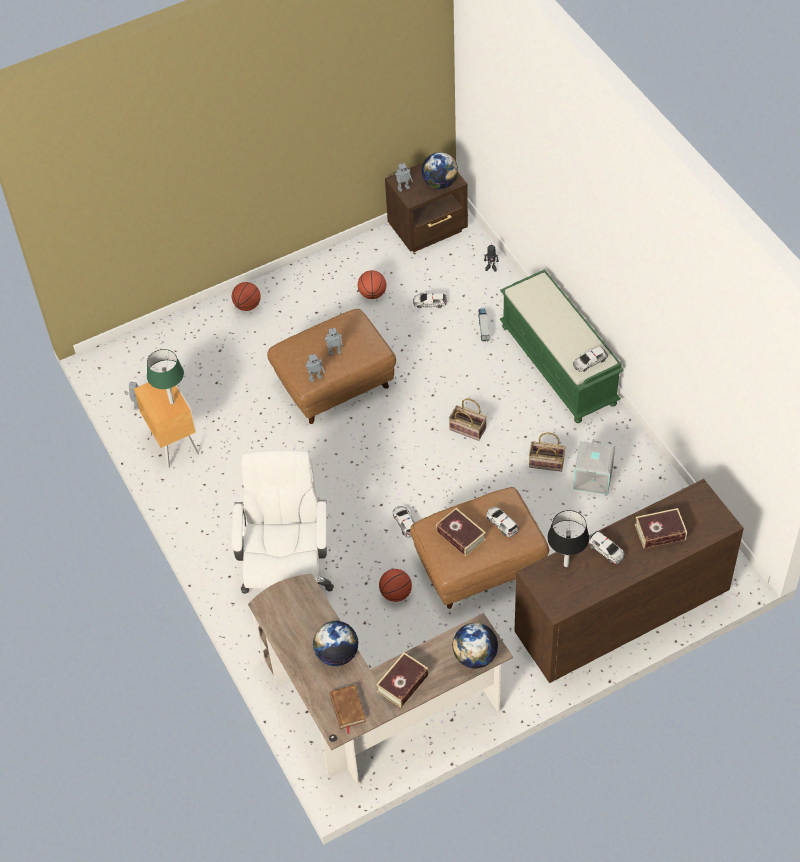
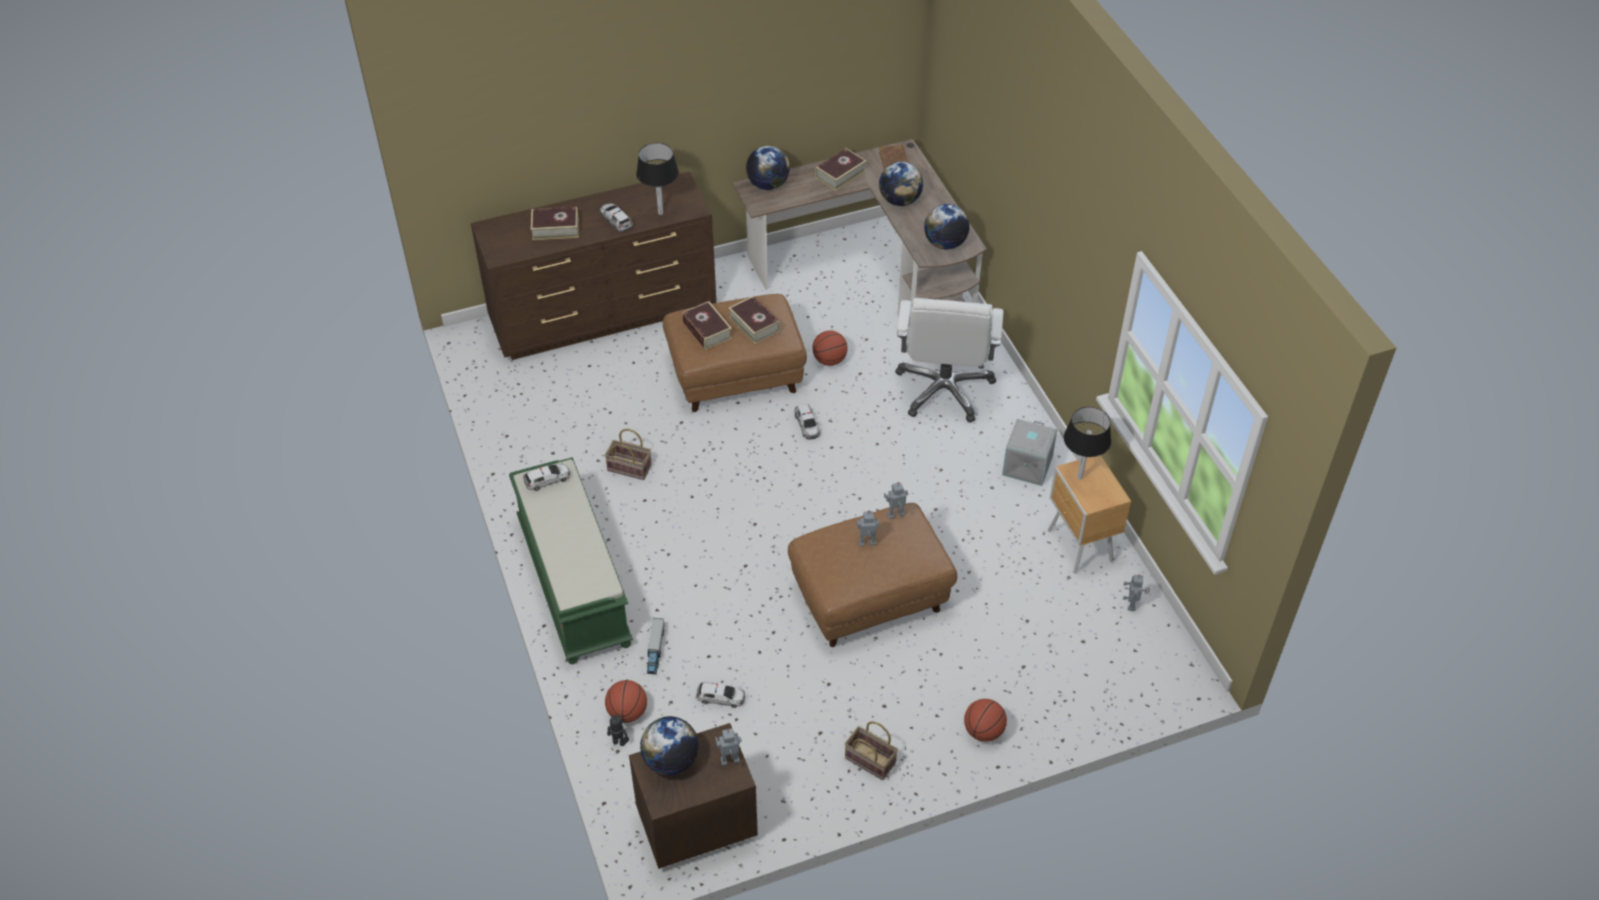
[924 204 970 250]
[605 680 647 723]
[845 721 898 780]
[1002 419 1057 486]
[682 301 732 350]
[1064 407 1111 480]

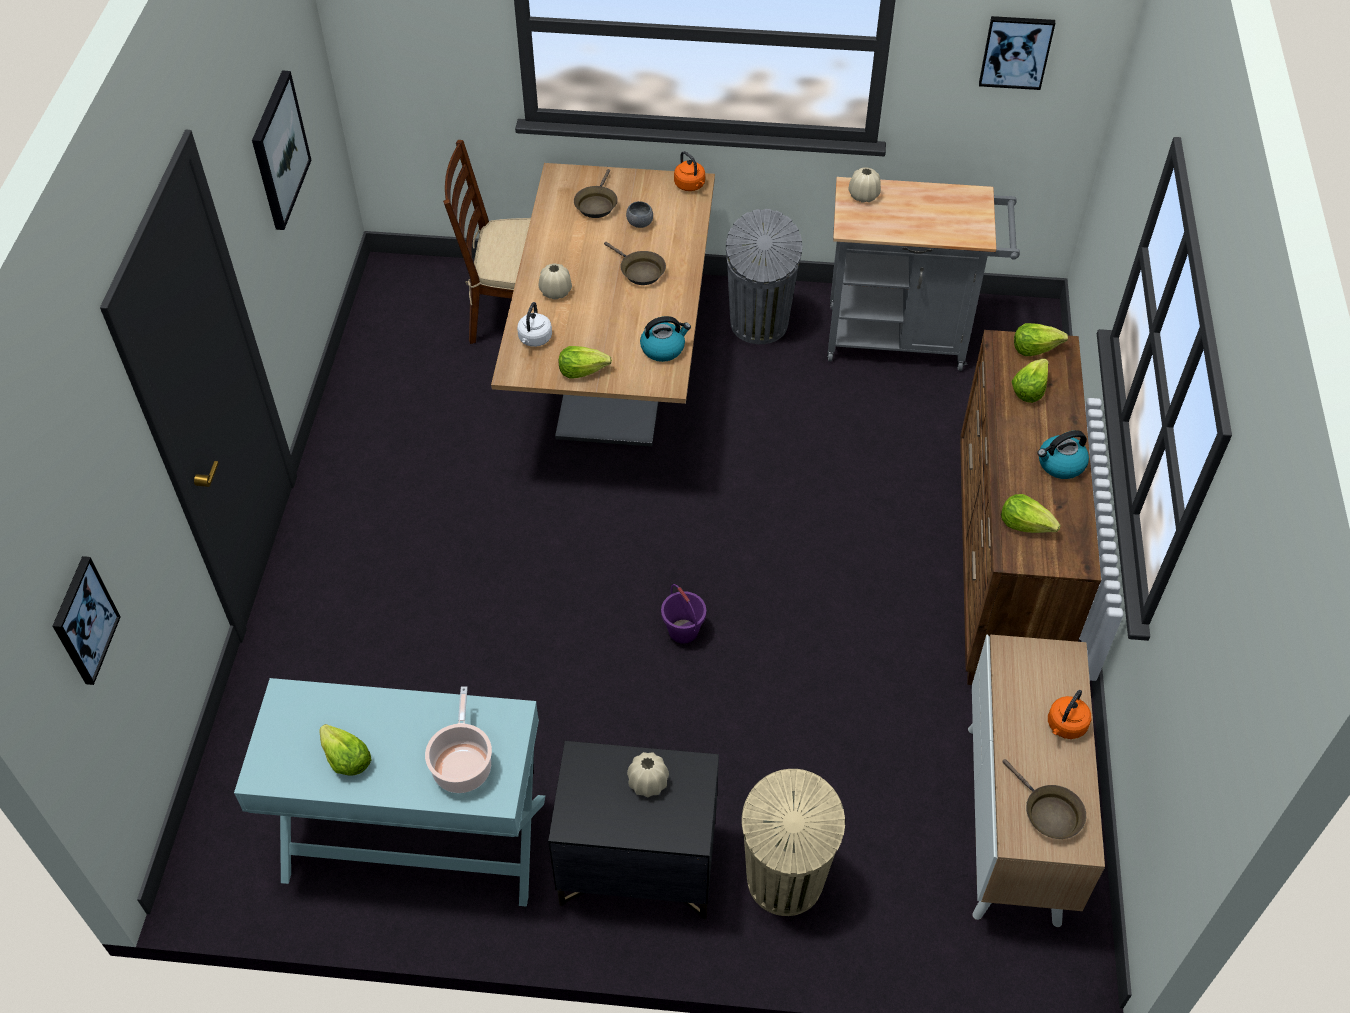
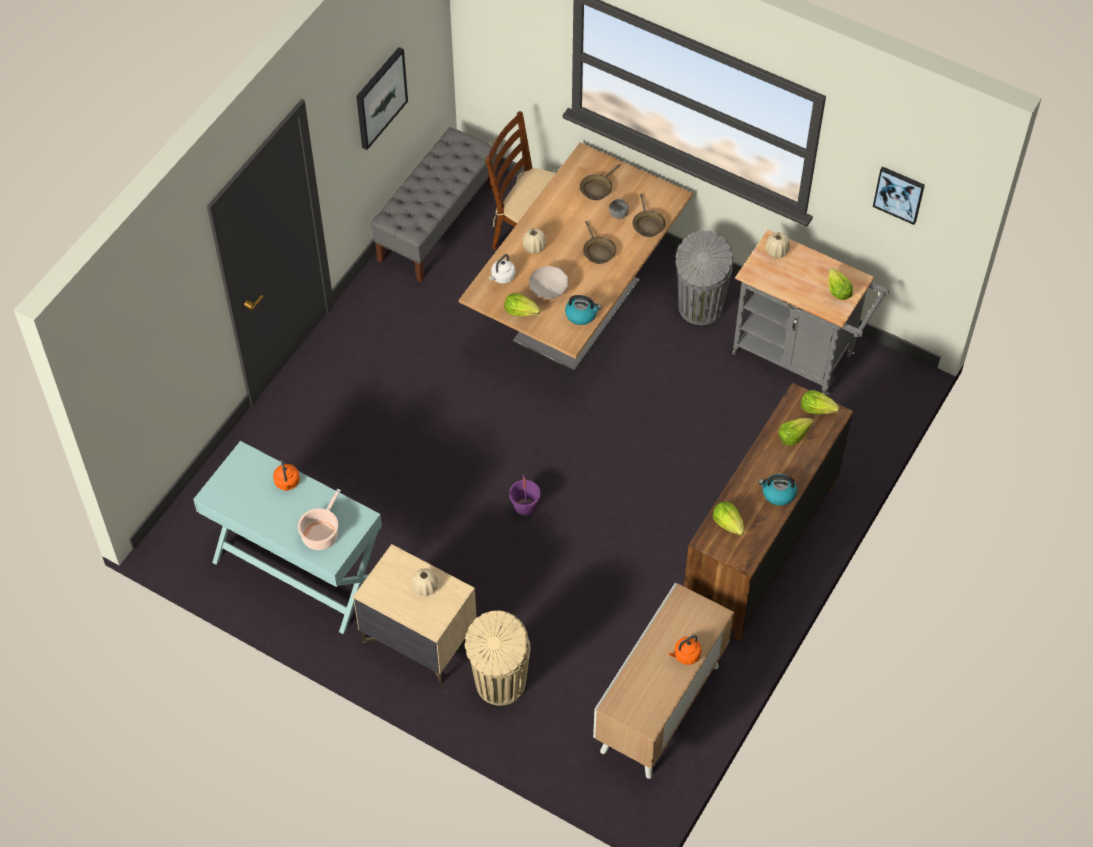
[53 556 121 685] (first image)
[370 127 497 282]
[529 266 569 299]
[828 268 853 300]
[273 459 300 491]
[633 194 665 237]
[353 544 477 685]

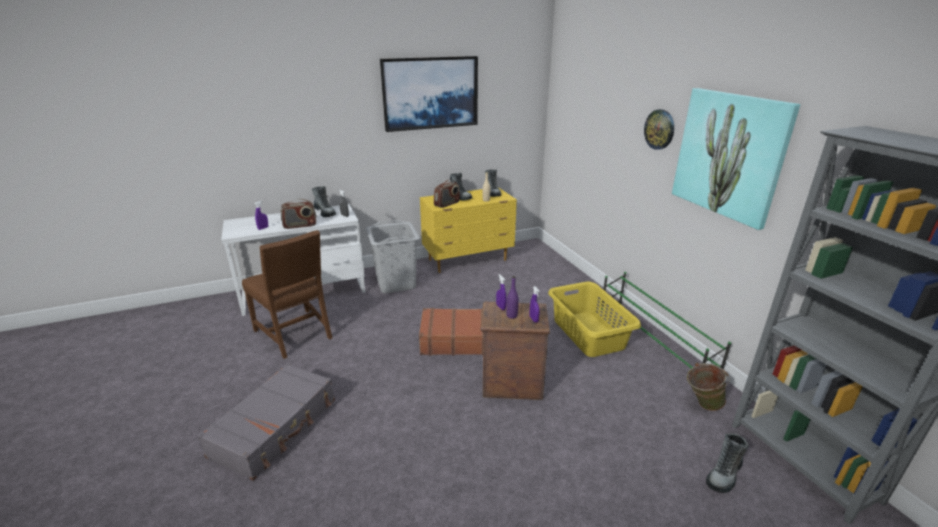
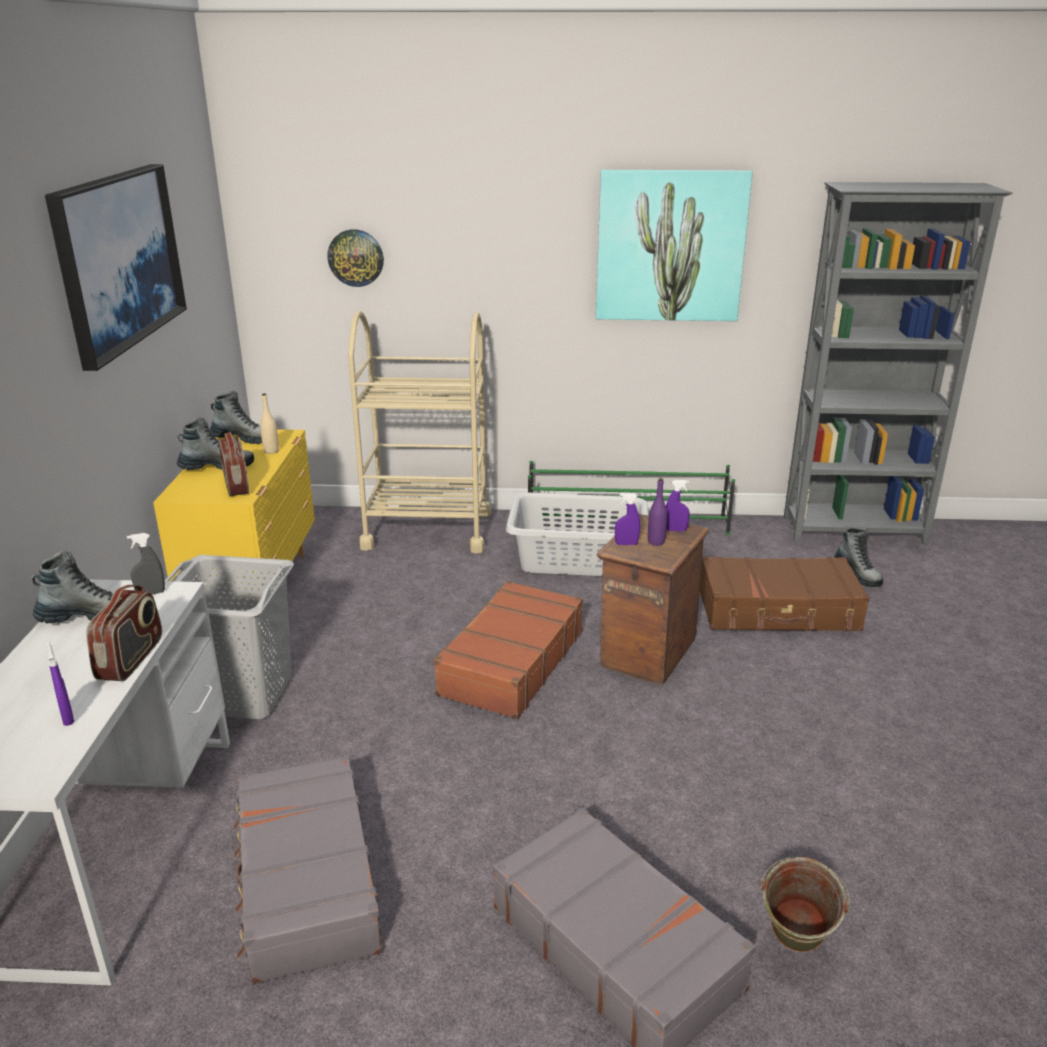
[348 311 491 554]
[700 556 869 631]
[327 229 384 287]
[761 857 850 953]
[234 755 382 984]
[506 492 648 576]

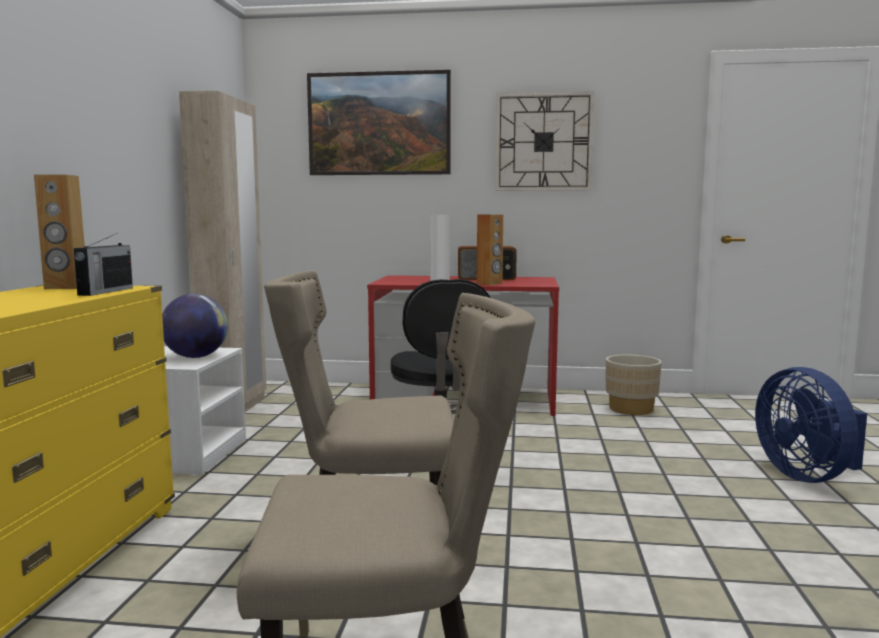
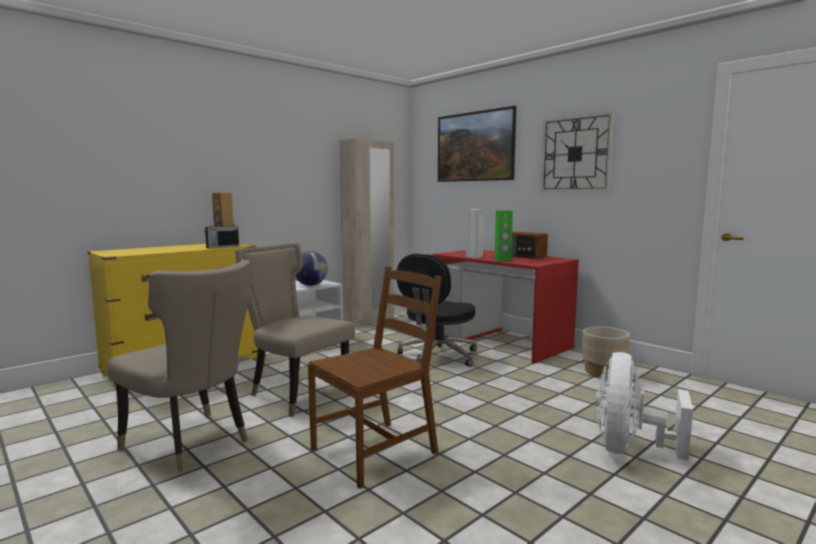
[308 267 442 489]
[495 210 513 261]
[596 352 693 461]

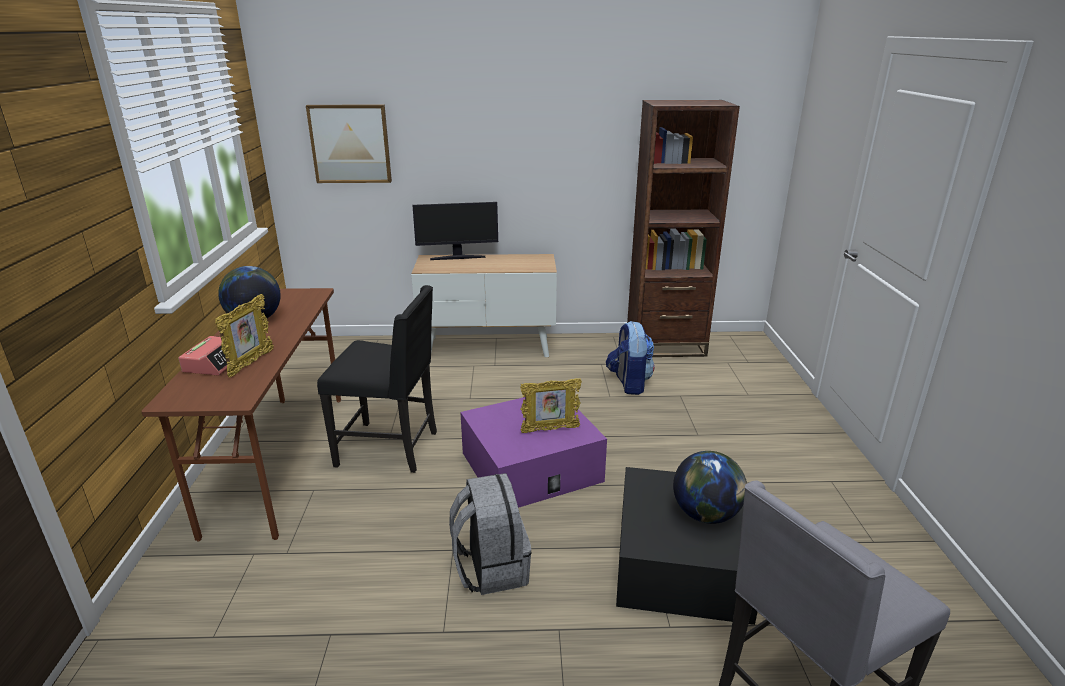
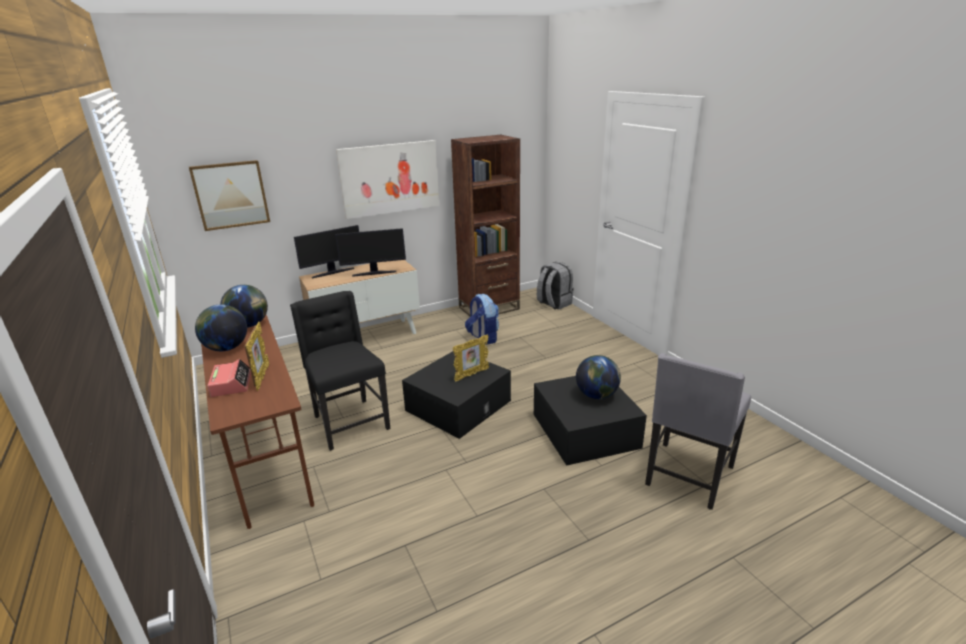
[220 285 268 328]
[335 228 406 277]
[336 140 439 219]
[537 262 574 310]
[402 351 511 439]
[290 291 390 451]

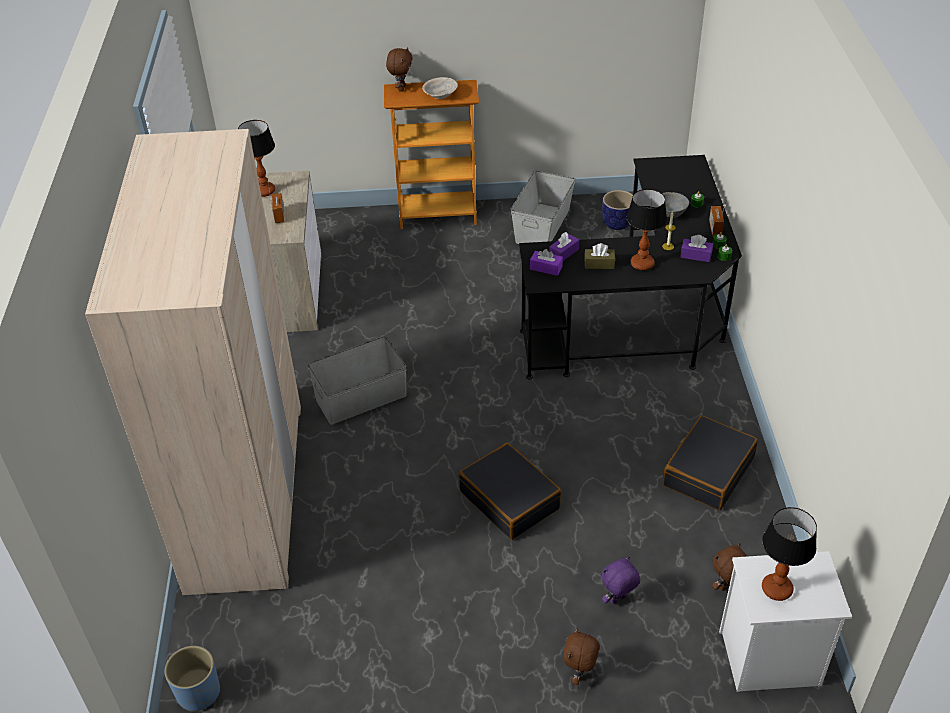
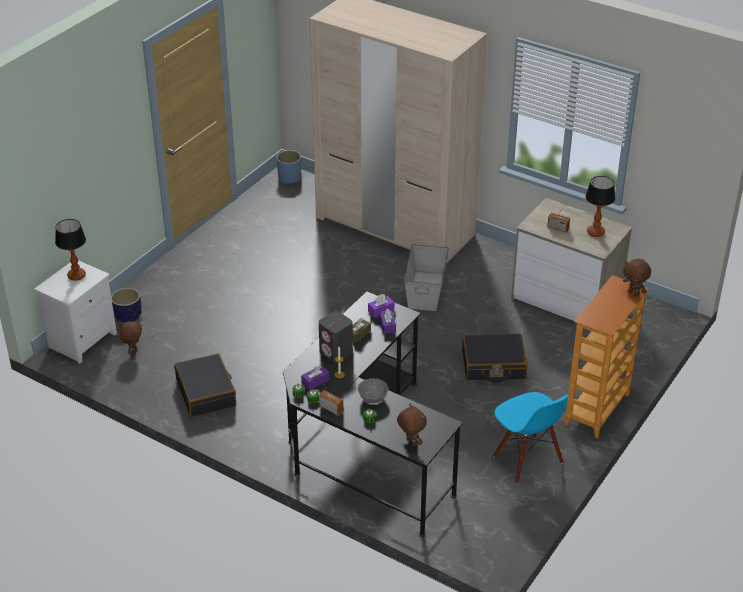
[422 77 458 99] (first image)
[602 557 640 604] (first image)
[462 334 528 382]
[397 404 427 446]
[111 288 142 323]
[493 392 569 484]
[319 311 353 363]

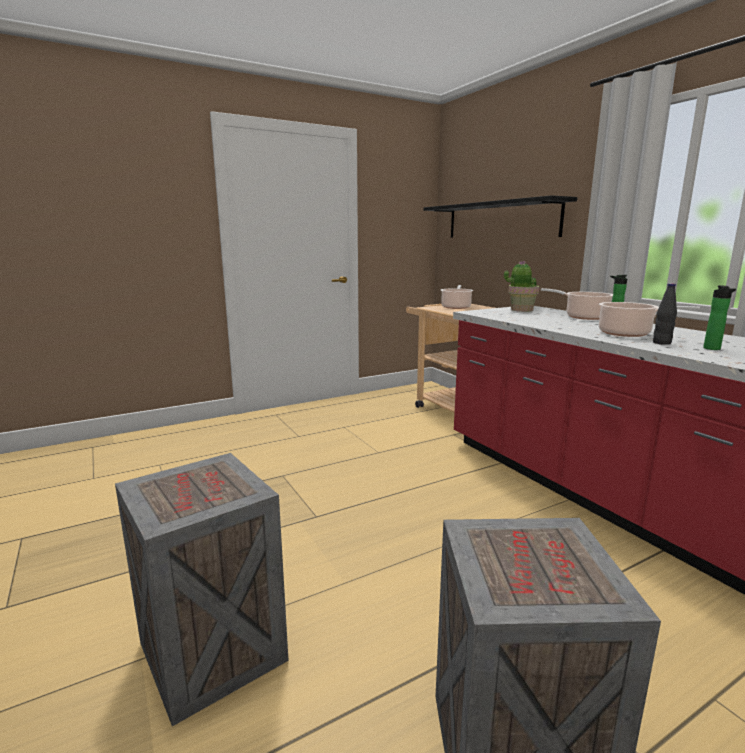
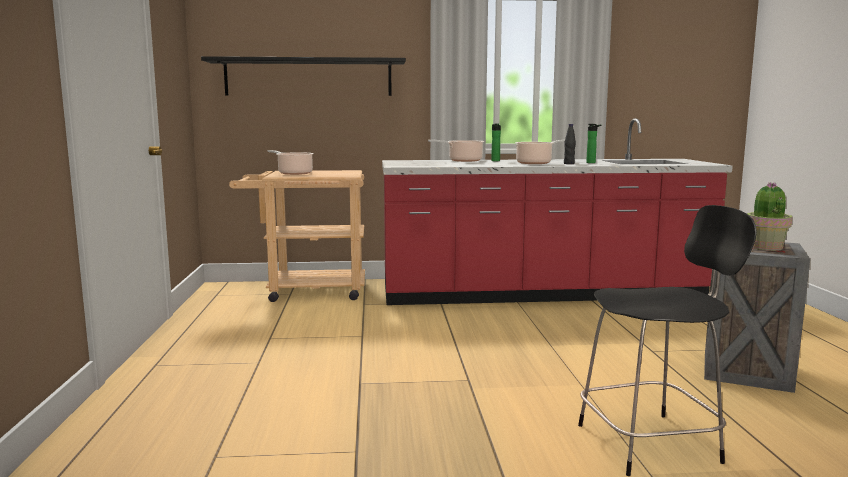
[747 182 793 251]
[578 205 757 476]

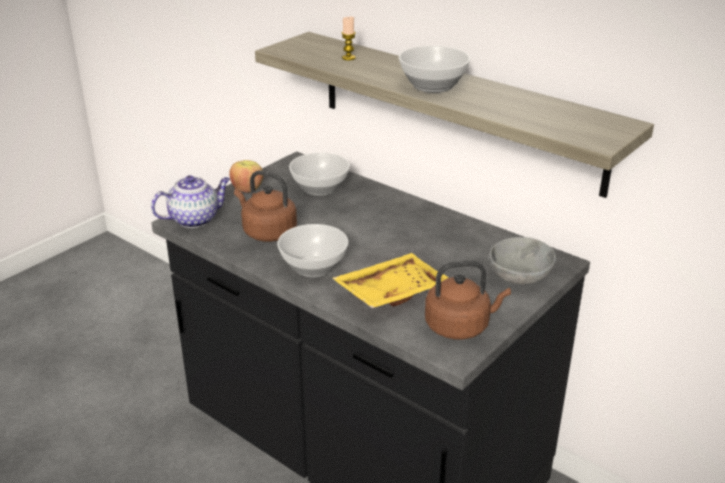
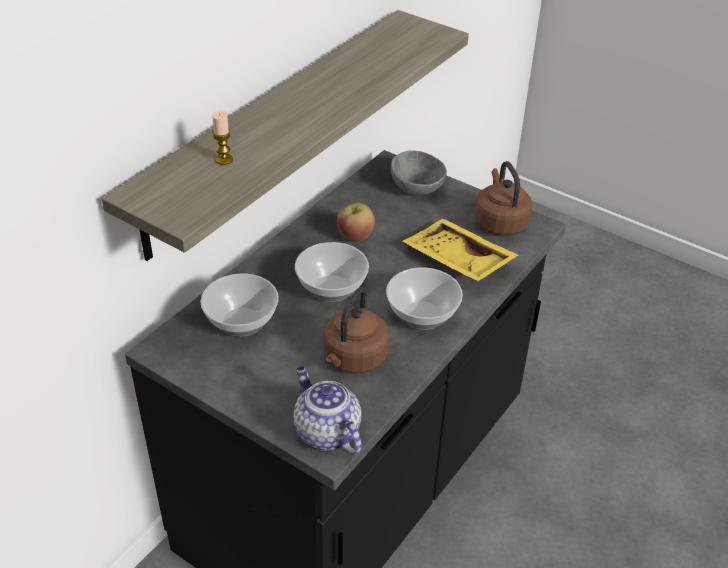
[337 203 375 242]
[295 242 369 302]

